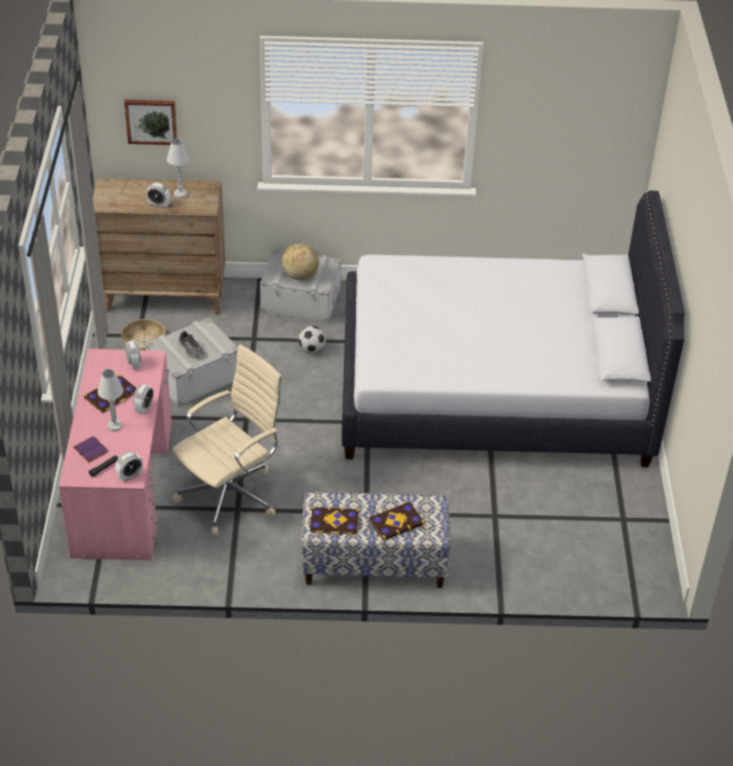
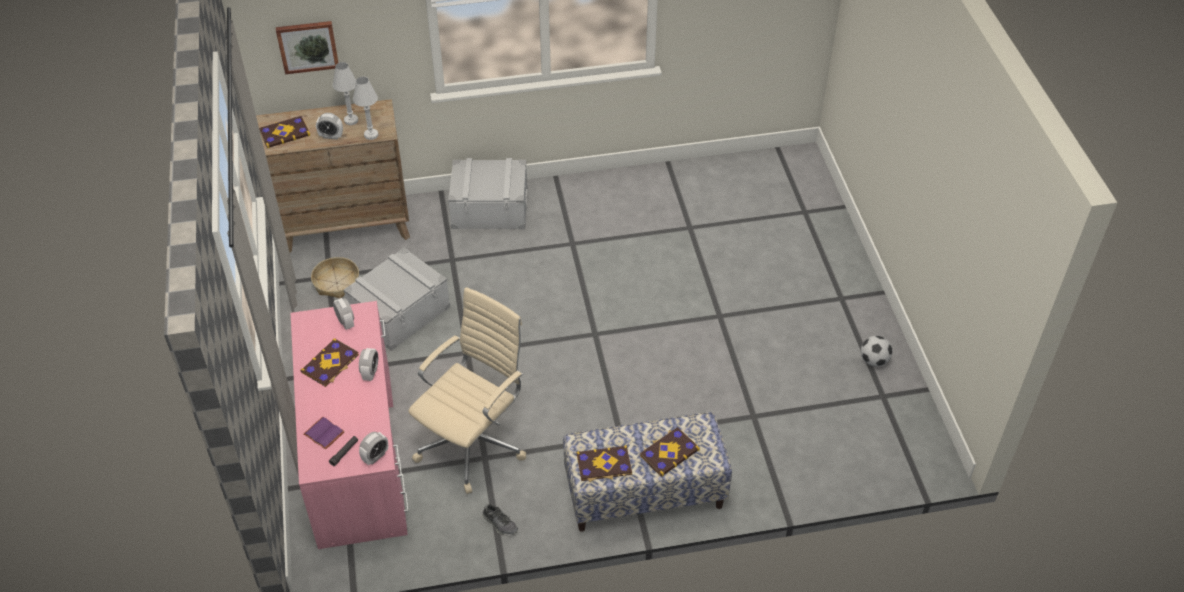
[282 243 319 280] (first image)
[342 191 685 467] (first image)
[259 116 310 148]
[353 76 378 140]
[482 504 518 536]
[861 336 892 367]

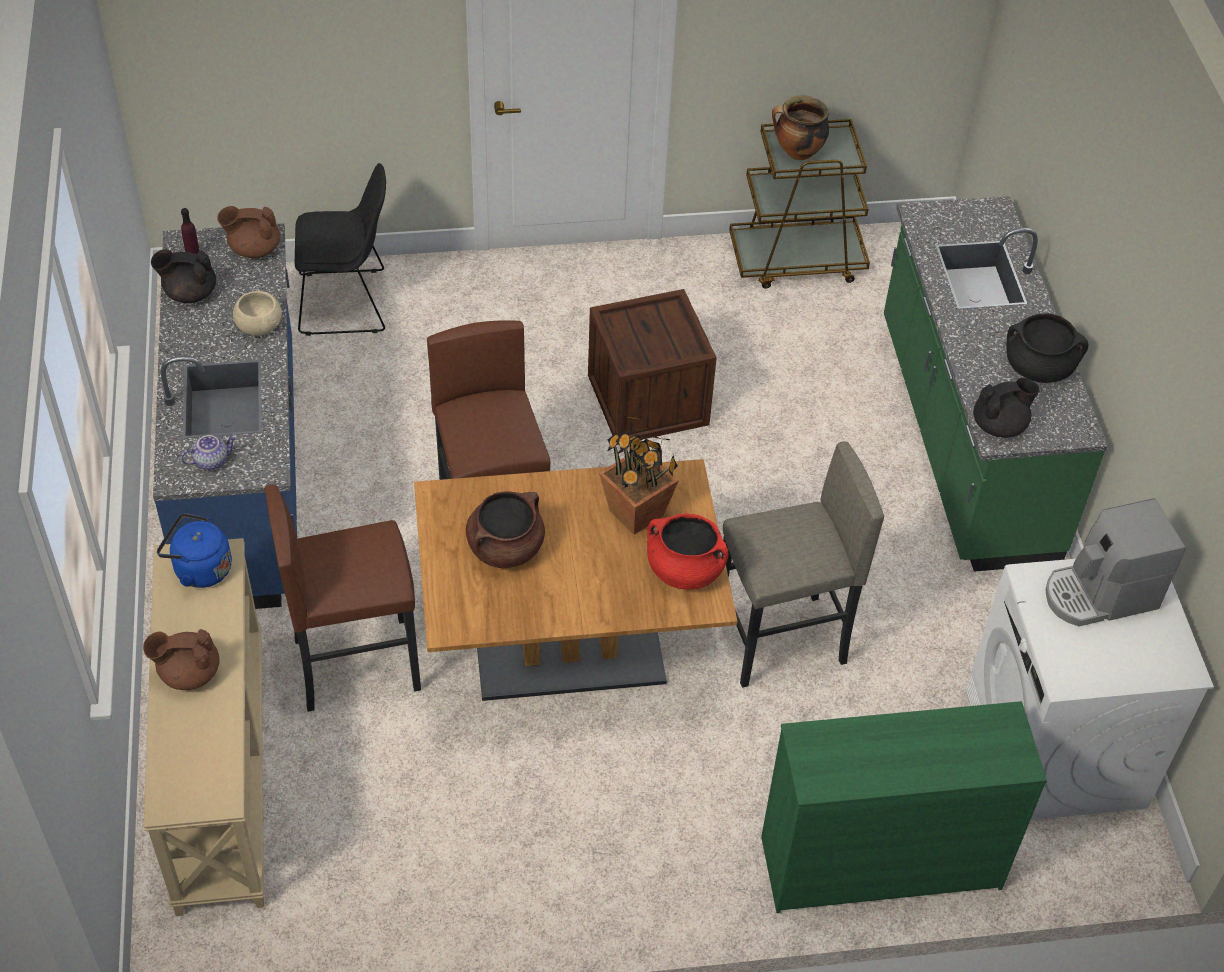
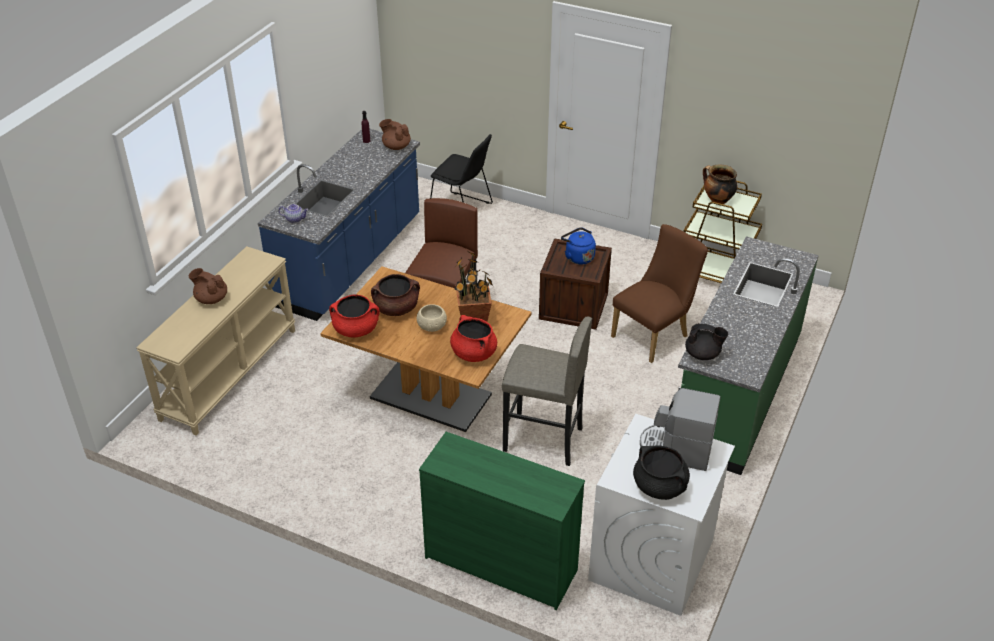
[151 249 216 303] (first image)
[265 484 421 712] (first image)
[329 294 380 338]
[611 224 708 363]
[561 227 596 264]
[417 304 447 332]
[633 446 690 500]

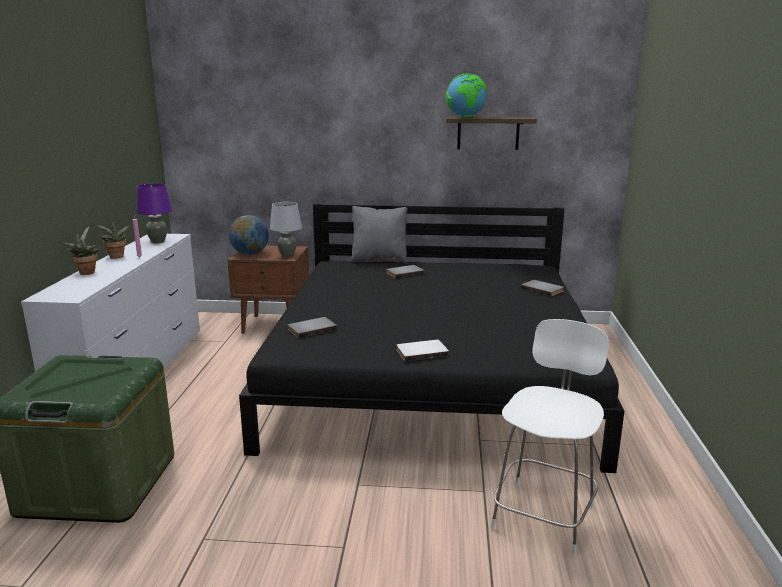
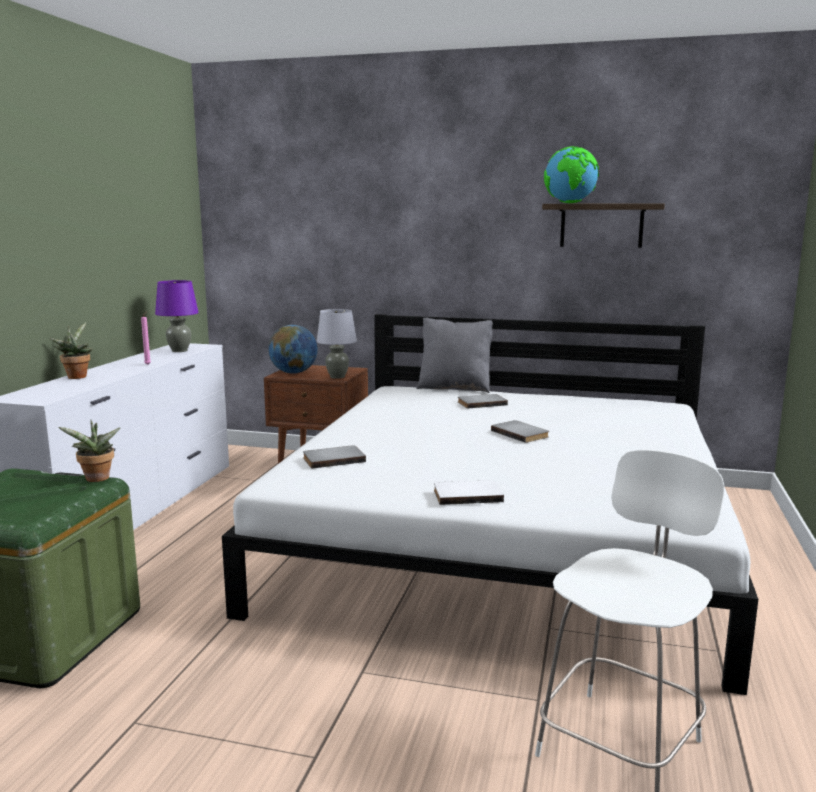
[58 420 120 482]
[491 420 549 443]
[222 314 758 695]

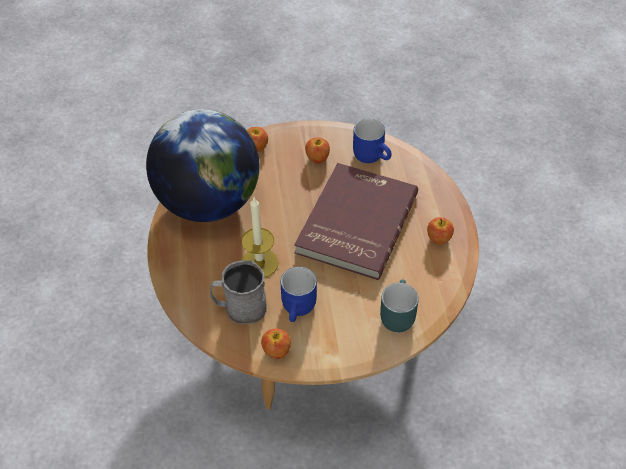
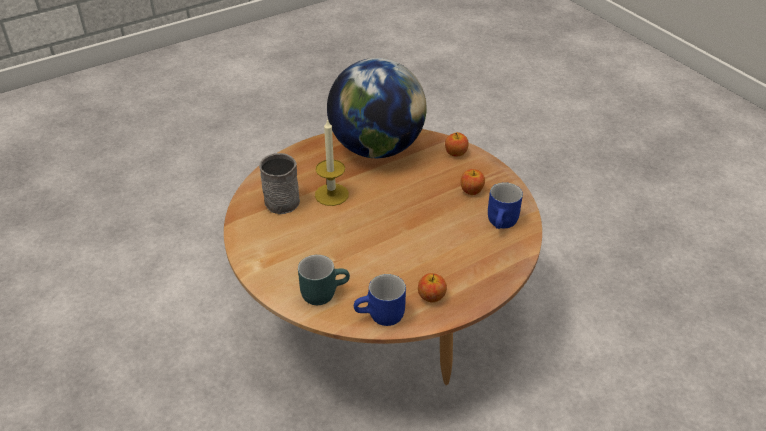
[261 328 291 359] (first image)
[294 163 418 280] (first image)
[354 274 406 326]

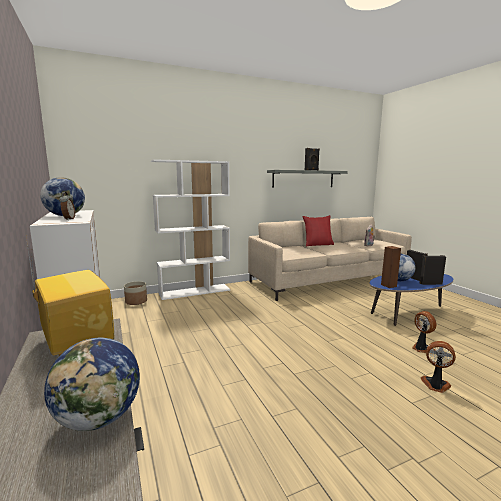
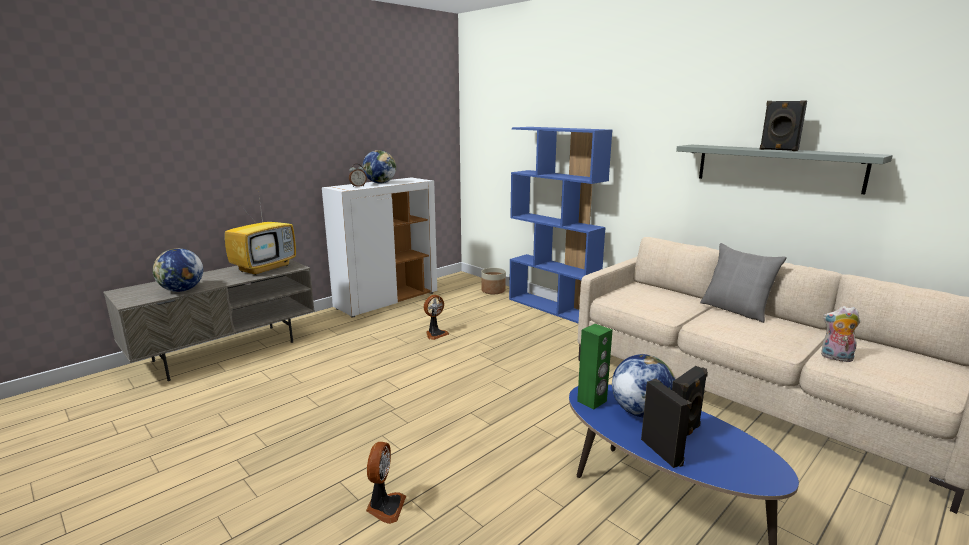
[424 295 449 340]
[509 127 612 323]
[700 243 787 323]
[577 324 612 410]

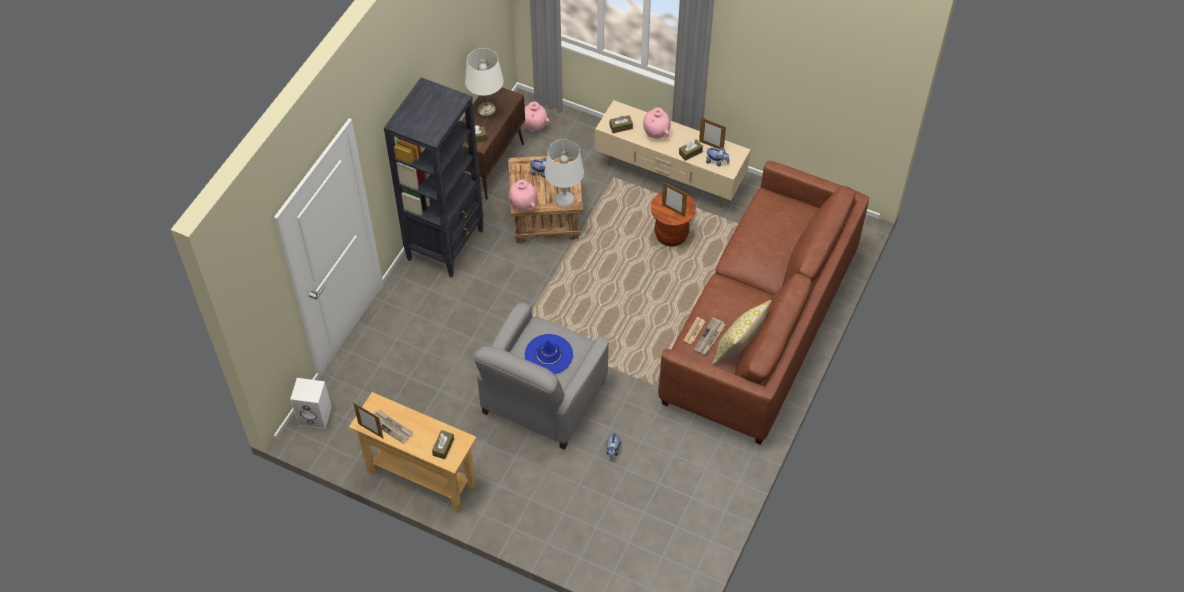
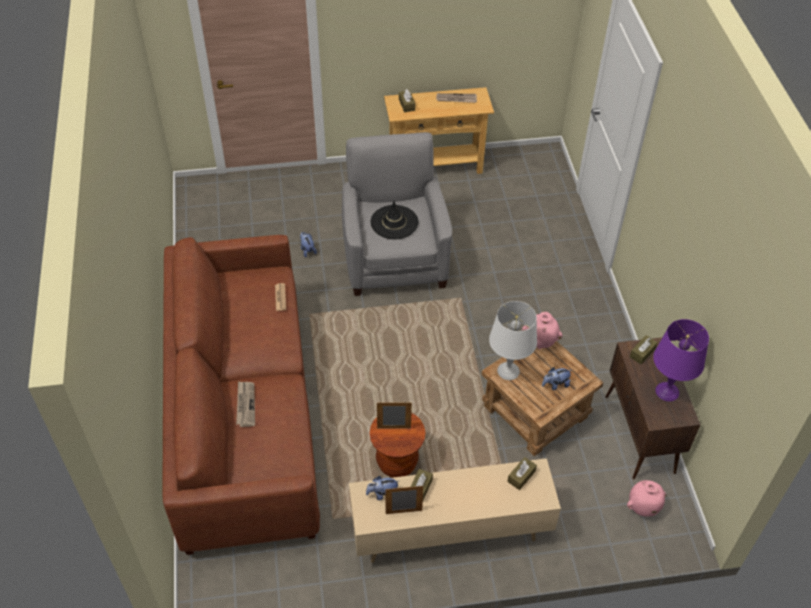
[290 378 332 429] (first image)
[353 402 383 438] (first image)
[384 77 484 278] (first image)
[643 107 671 138] (first image)
[712 300 771 365] (first image)
[236 381 255 427]
[653 319 709 401]
[371 201 418 239]

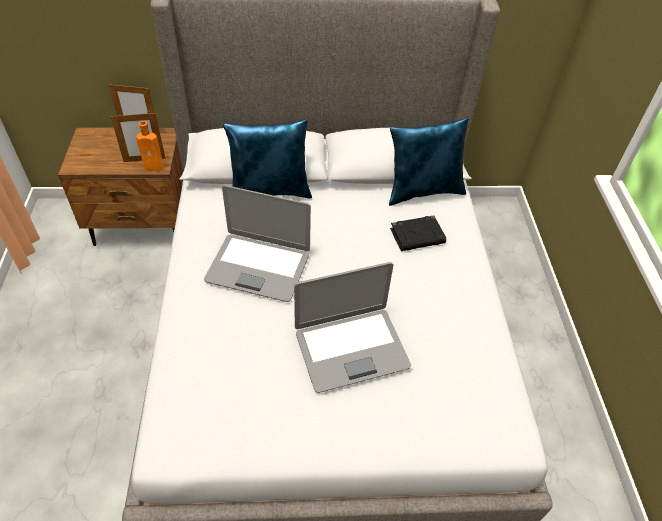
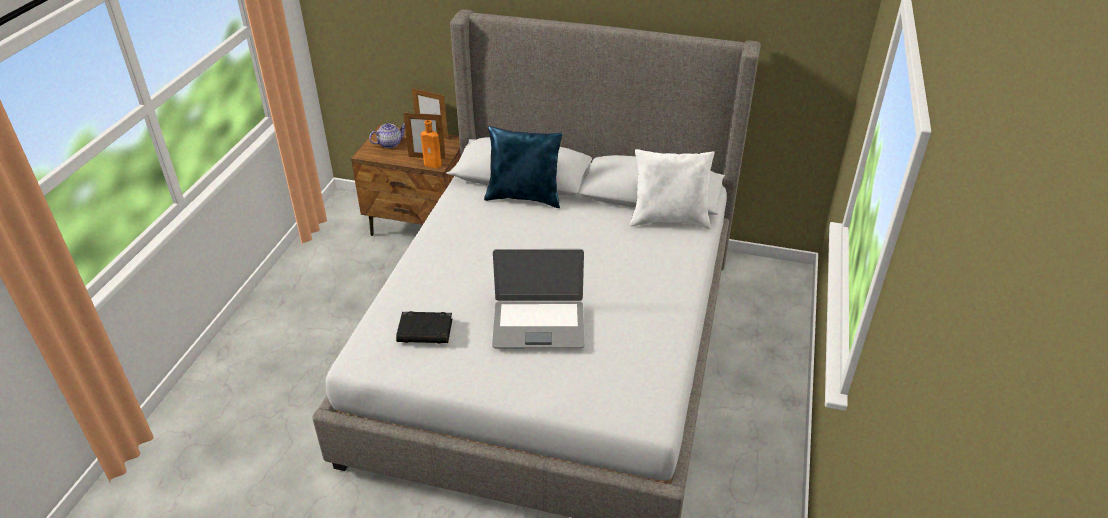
[204 185 311 302] (first image)
[369 123 405 148]
[396 311 452 344]
[630 149 715 229]

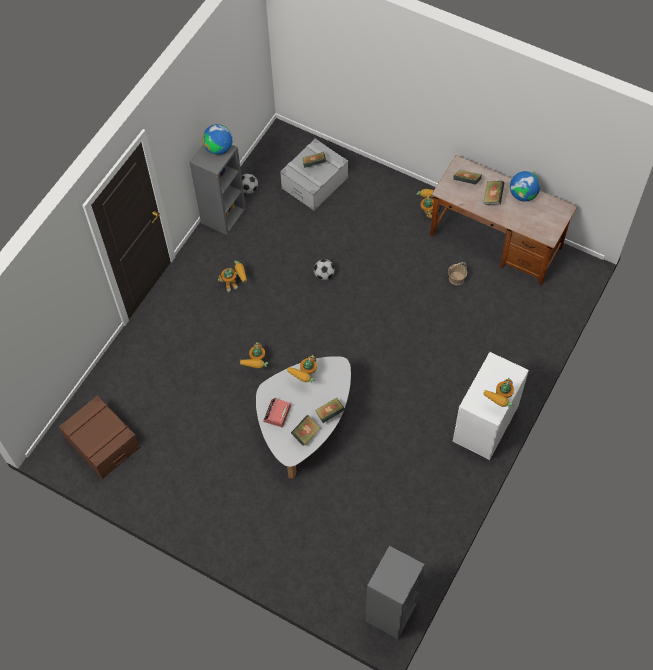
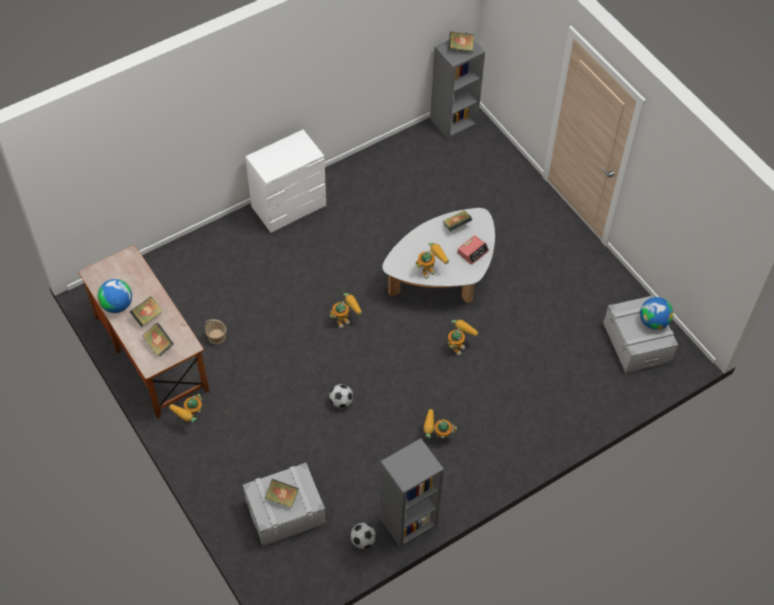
[640 297 673 330]
[449 32 474 52]
[330 293 363 329]
[603 295 678 373]

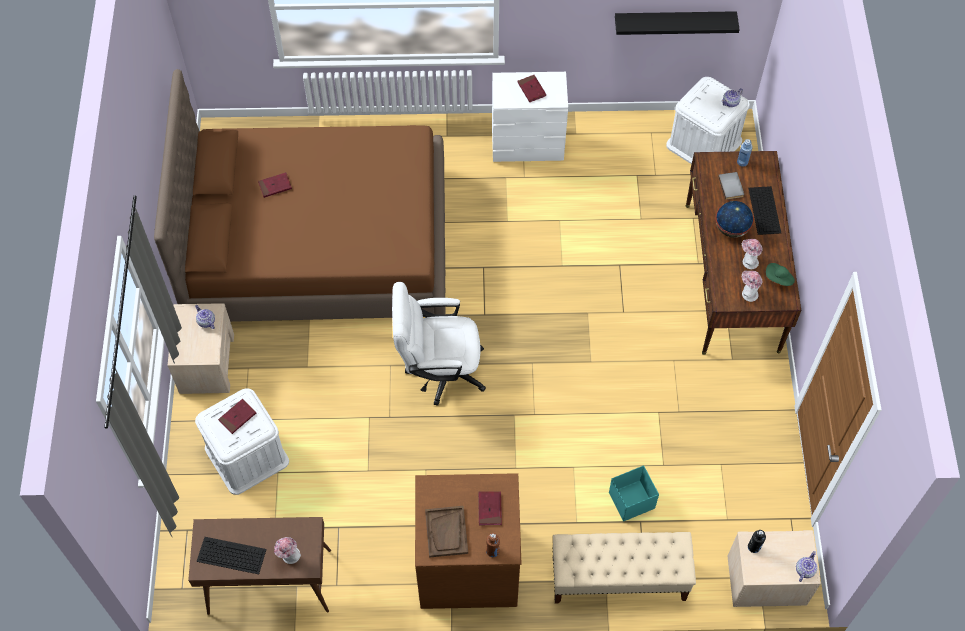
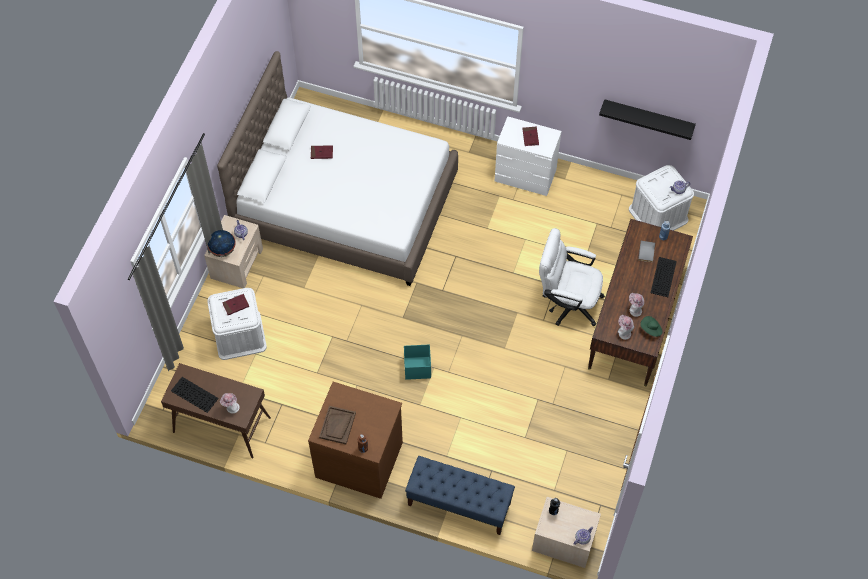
[478 492 502 525] (first image)
[539 228 605 327]
[404 344 431 380]
[207 230 236 257]
[217 51 458 286]
[405 456 515 535]

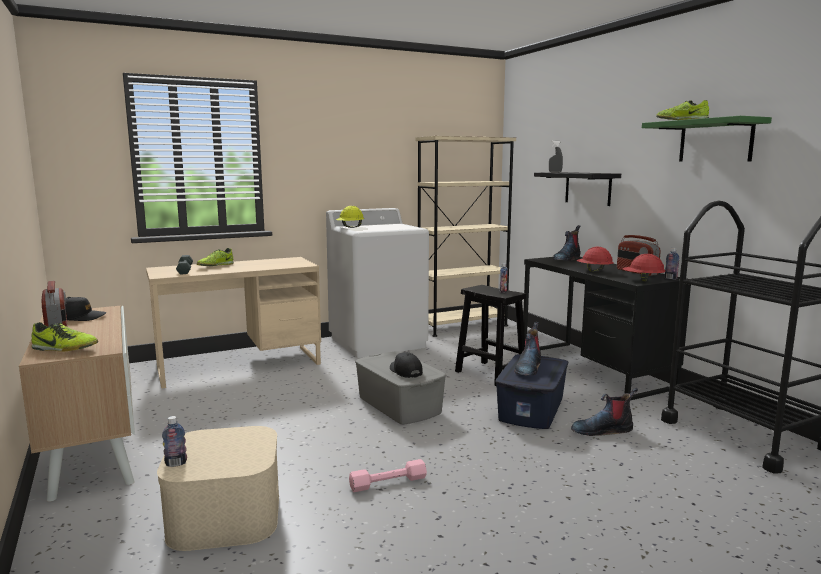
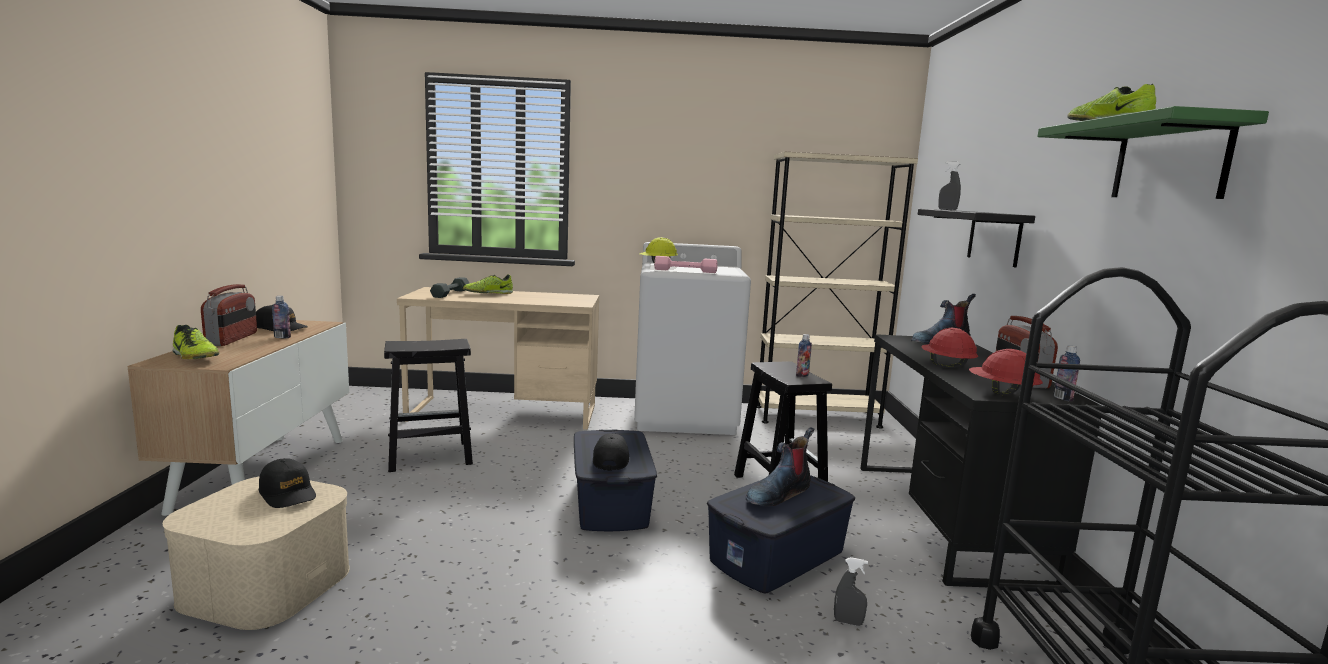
[259 458 316 508]
[384 339 473 472]
[272 296 291 338]
[654 256 718 273]
[834 557 868 626]
[574 430 657 531]

